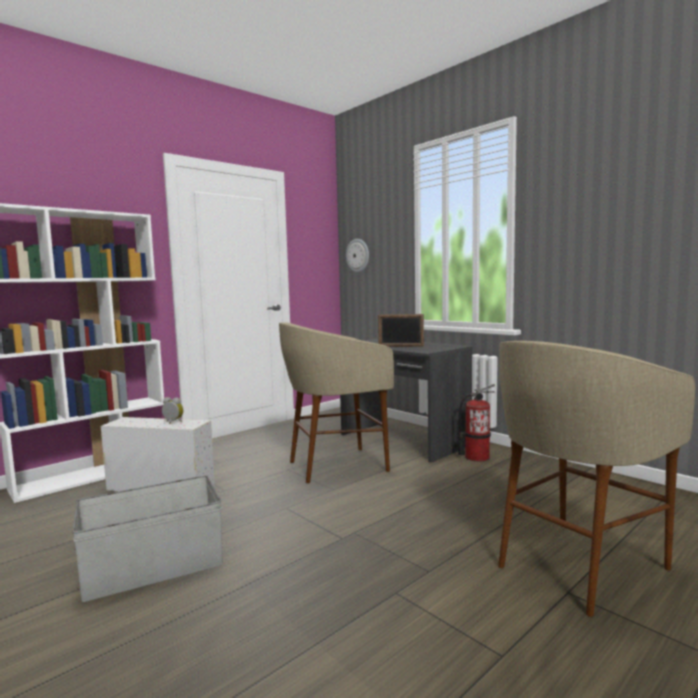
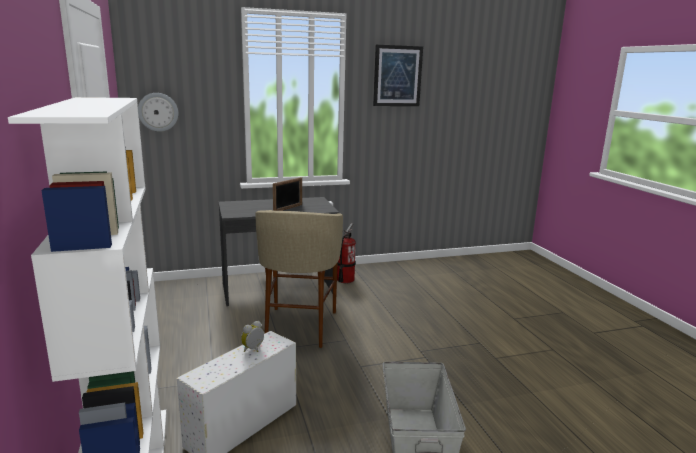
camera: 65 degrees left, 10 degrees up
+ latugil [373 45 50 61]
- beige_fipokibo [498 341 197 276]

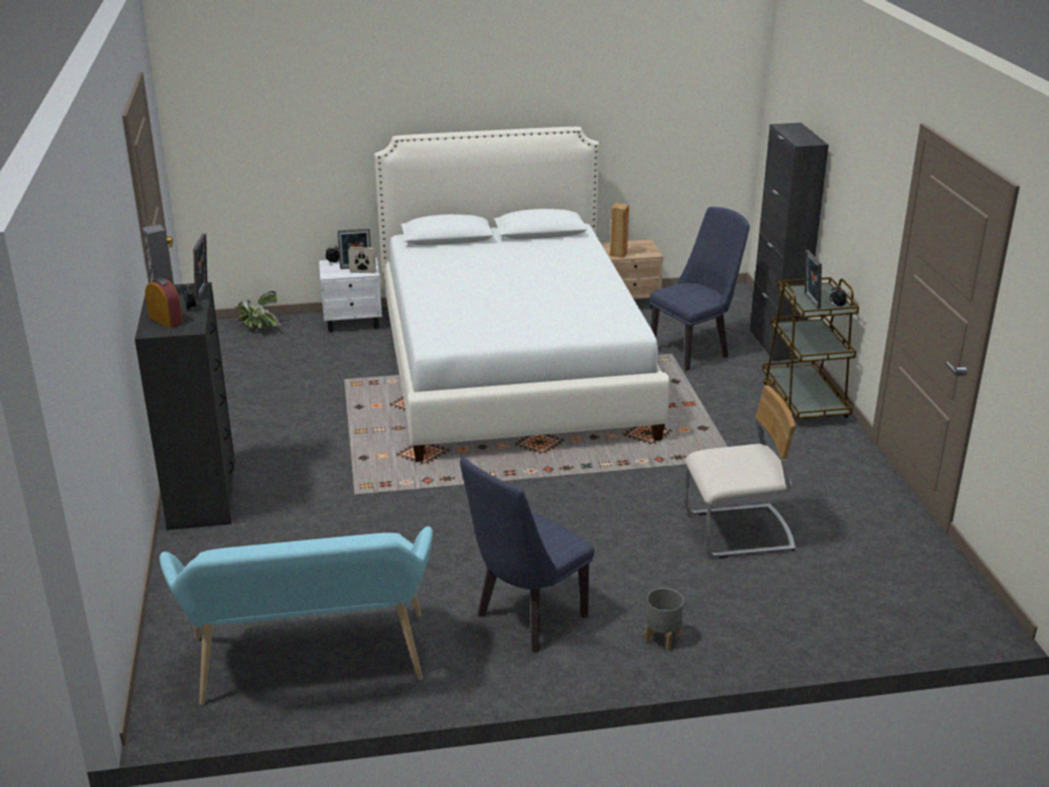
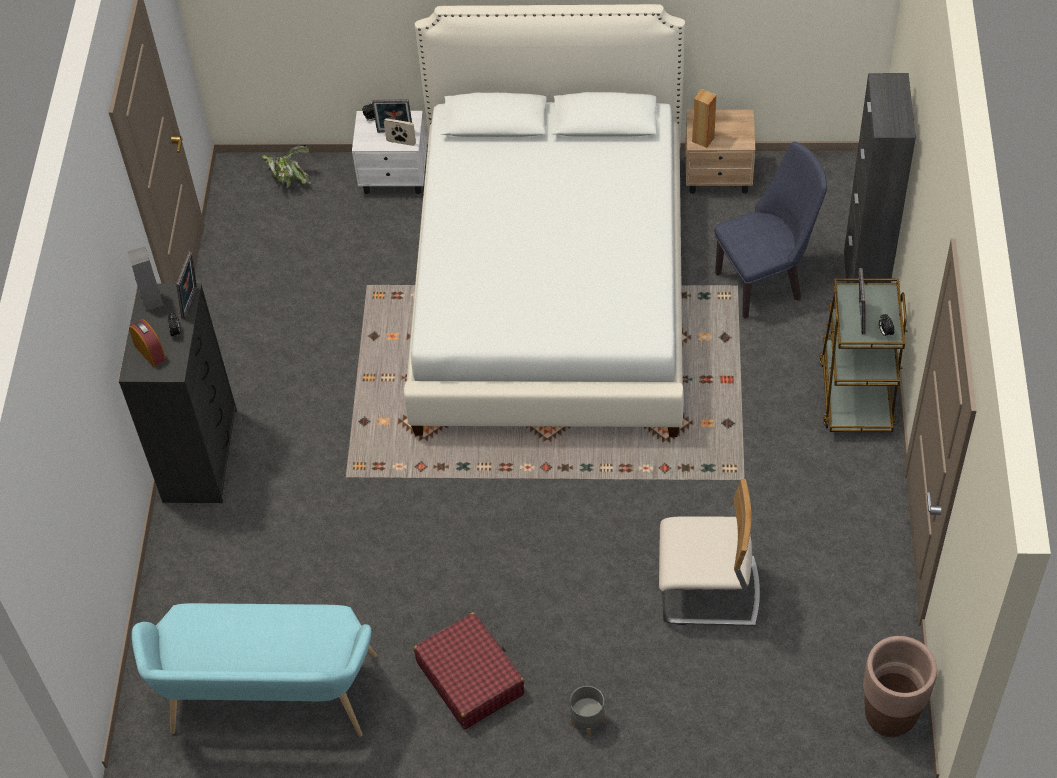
camera: 15 degrees right, 25 degrees up
~ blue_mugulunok [460 457 134 195] to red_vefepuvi [414 612 111 117]
+ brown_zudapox [863 636 74 101]

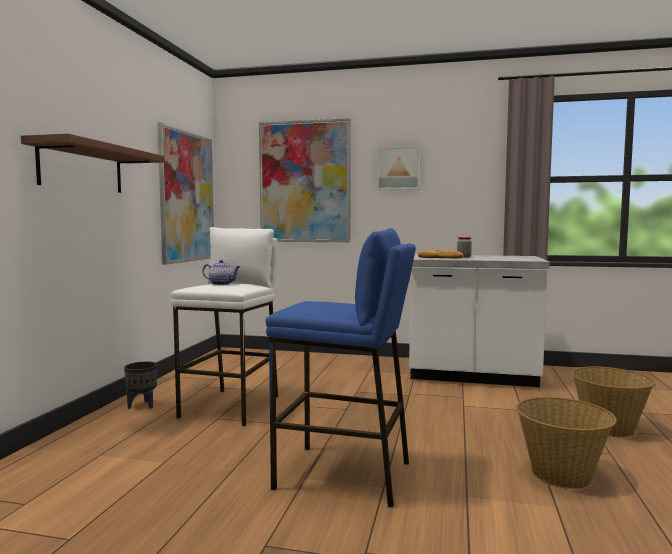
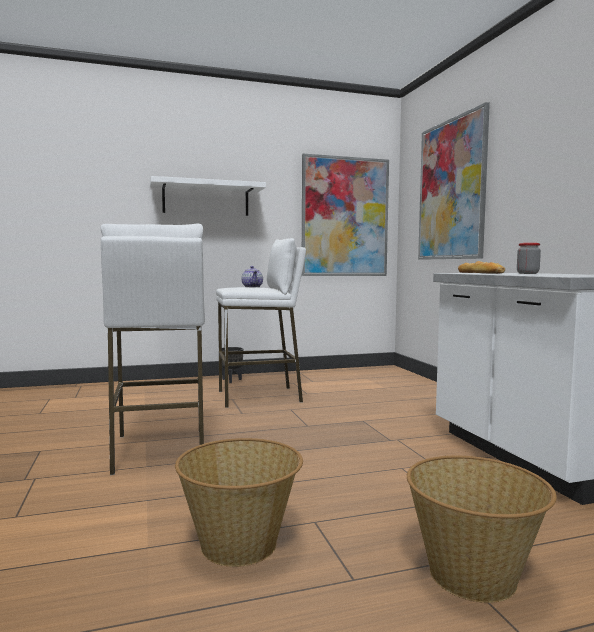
camera: 60 degrees right, 0 degrees up
~ blue_fipokibo [265 228 151 280] to white_fipokibo [100 224 105 251]
~ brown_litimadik [21 133 144 60] to white_litimadik [150 176 116 40]
- latugil [377 146 43 44]

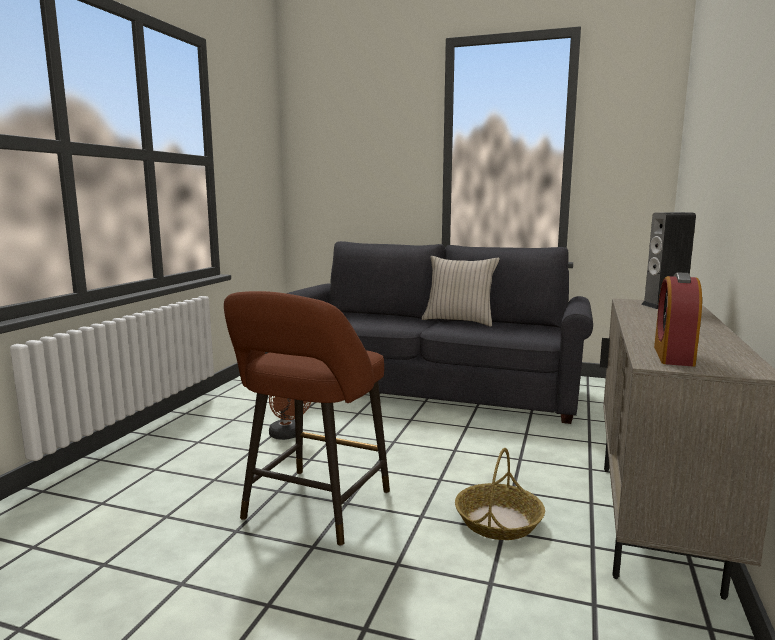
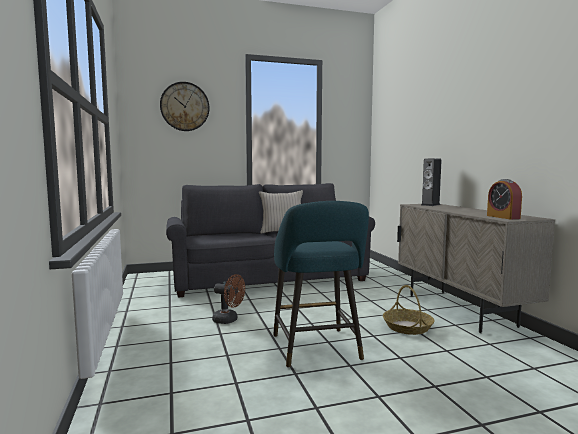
camera: 35 degrees left, 5 degrees down
+ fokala [160 82 50 49]
~ brown_fipokibo [224 291 166 255] to turquoise_fipokibo [273 201 96 167]

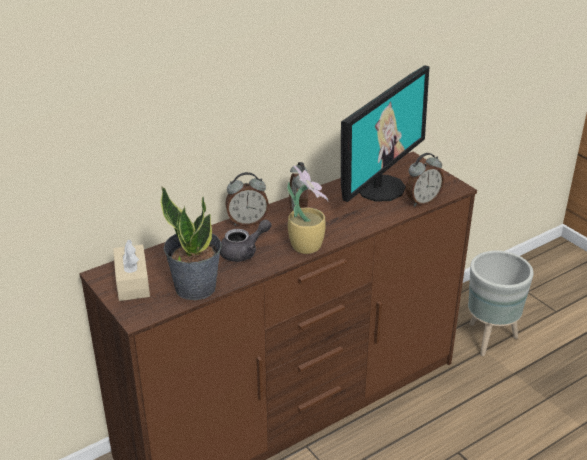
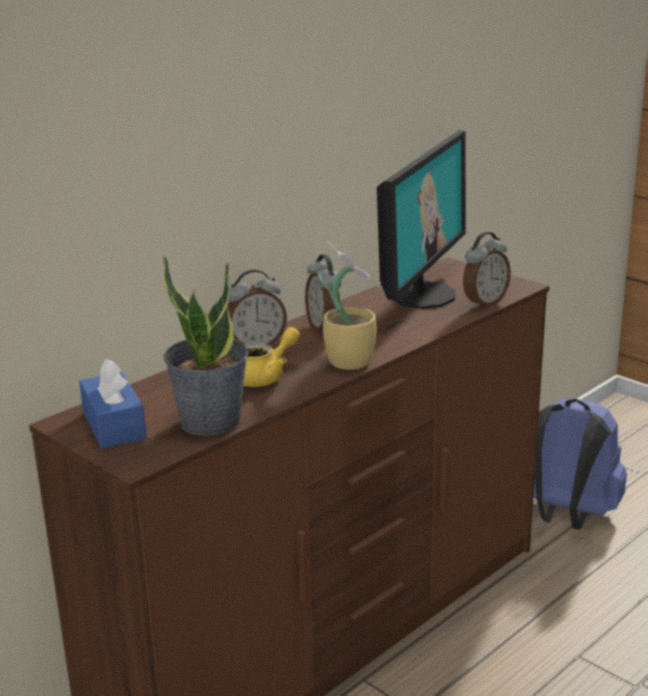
camera: 10 degrees left, 10 degrees down
~ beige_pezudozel [113 240 37 61] to blue_pezudozel [79 359 68 89]
~ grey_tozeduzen [220 219 52 43] to yellow_tozeduzen [244 327 56 60]
~ grey_zudapox [468 251 66 105] to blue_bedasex [534 398 93 131]

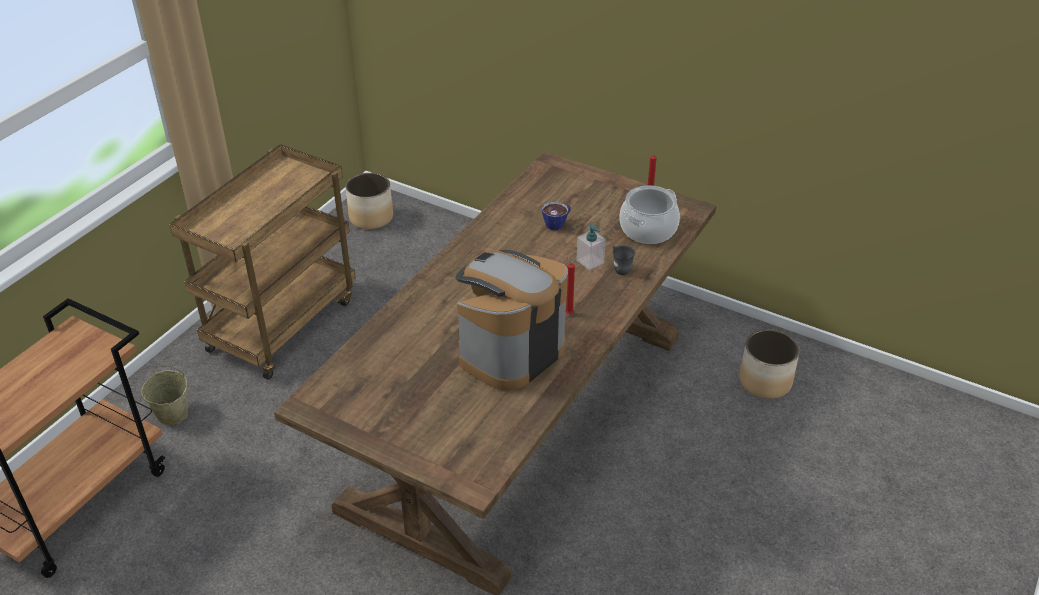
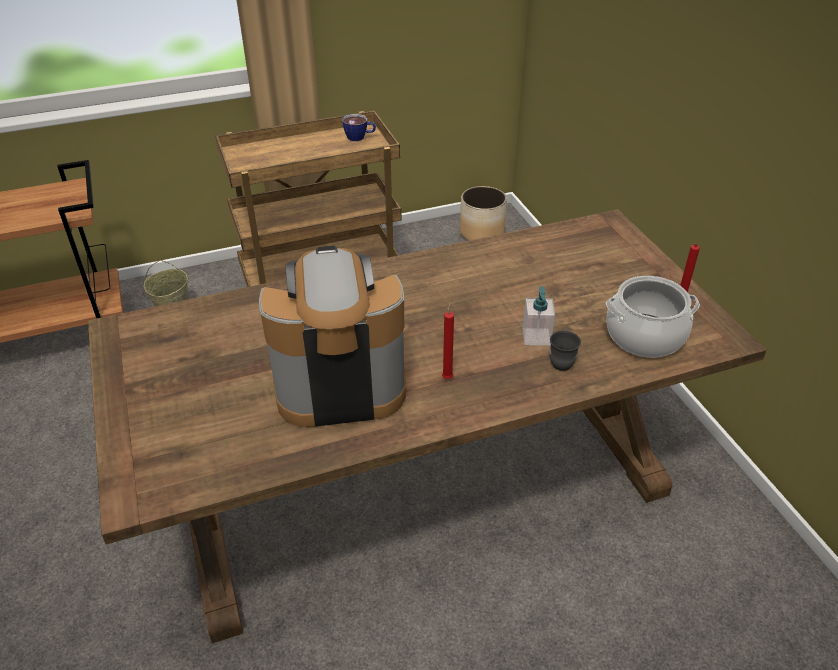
camera: 40 degrees right, 0 degrees up
~ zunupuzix [542 202 29 28] to [342 114 34 27]
- zudapox [739 329 61 70]

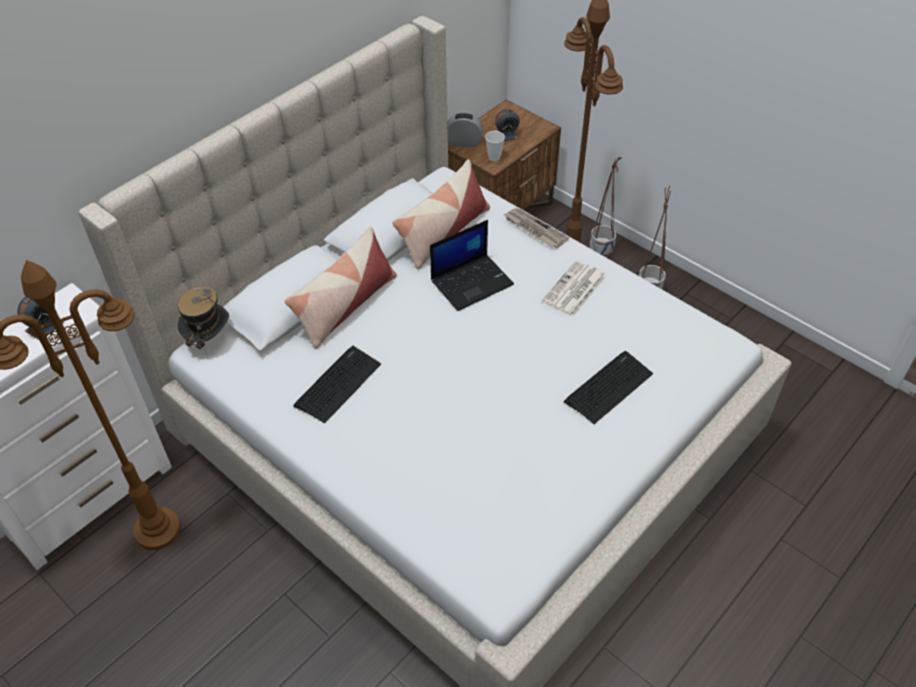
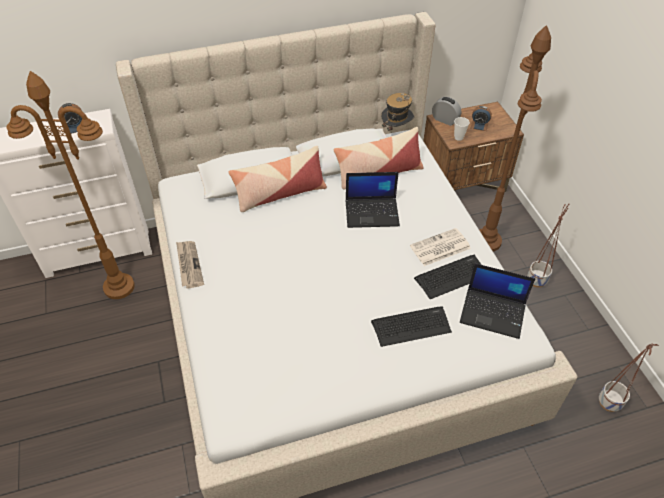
camera: 30 degrees right, 0 degrees up
~ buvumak [504 208 65 40] to [176 241 28 48]
~ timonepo [178 286 51 74] to [381 93 33 39]
~ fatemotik [293 346 88 77] to [414 255 68 44]
+ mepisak [460 263 75 76]
~ zudapox [590 157 32 100] to [599 343 60 69]

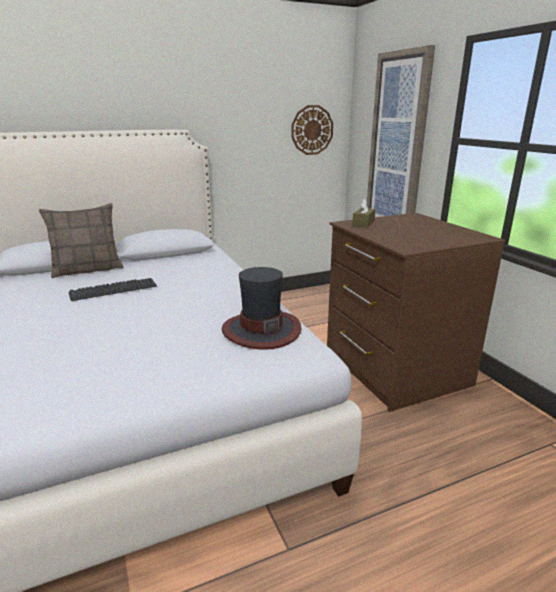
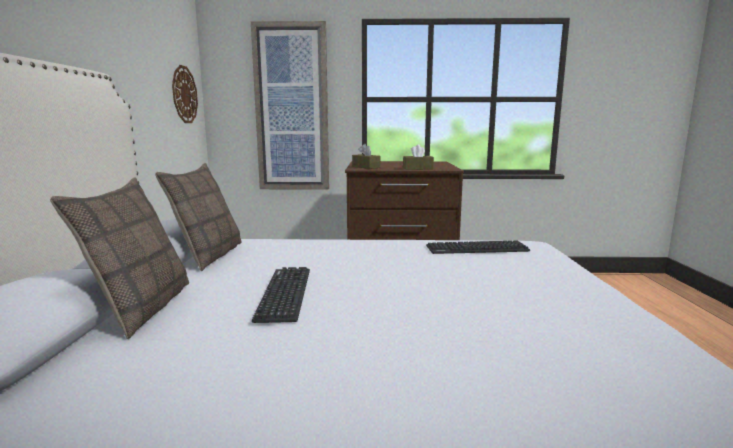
camera: 65 degrees left, 10 degrees down
+ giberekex [155 163 87 108]
+ brown_pezudozel [403 144 31 26]
~ timonepo [222 267 79 83] to fatemotik [426 241 104 13]

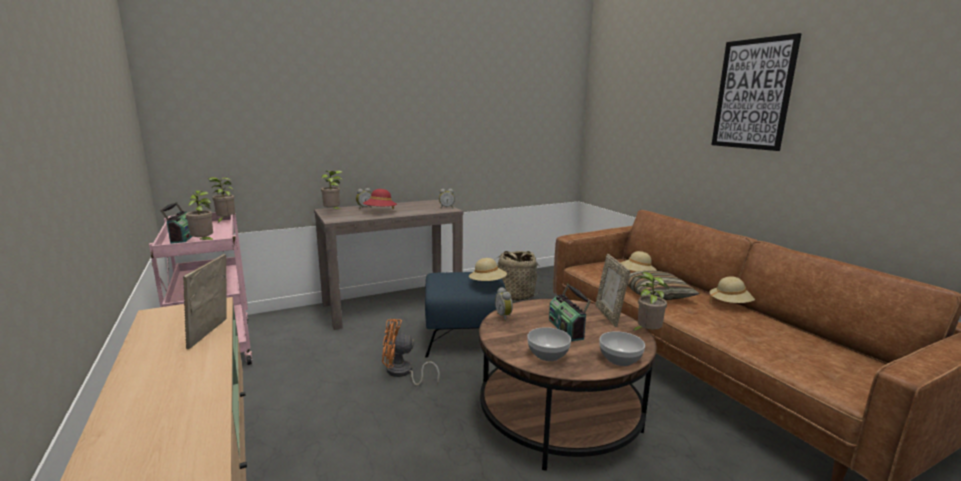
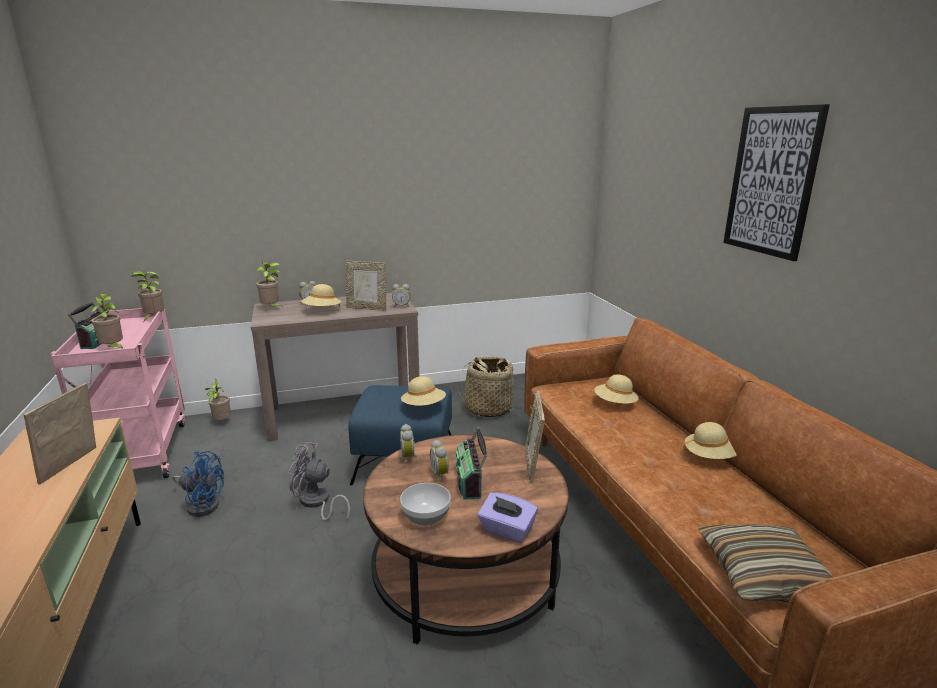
camera: 10 degrees right, 5 degrees up
+ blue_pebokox [172 451 52 66]
~ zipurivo [633 272 36 59] to [205 378 26 43]
~ orange_pebokox [382 319 58 67] to grey_pebokox [288 442 62 79]
~ red_timonepo [363 189 34 20] to beige_timonepo [301 284 40 23]
+ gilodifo [346 261 40 50]
+ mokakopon [430 440 19 42]
~ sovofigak [600 331 45 35] to purple_pezudozel [478 492 60 51]
~ giberekex [627 270 73 30] to [699 524 134 78]

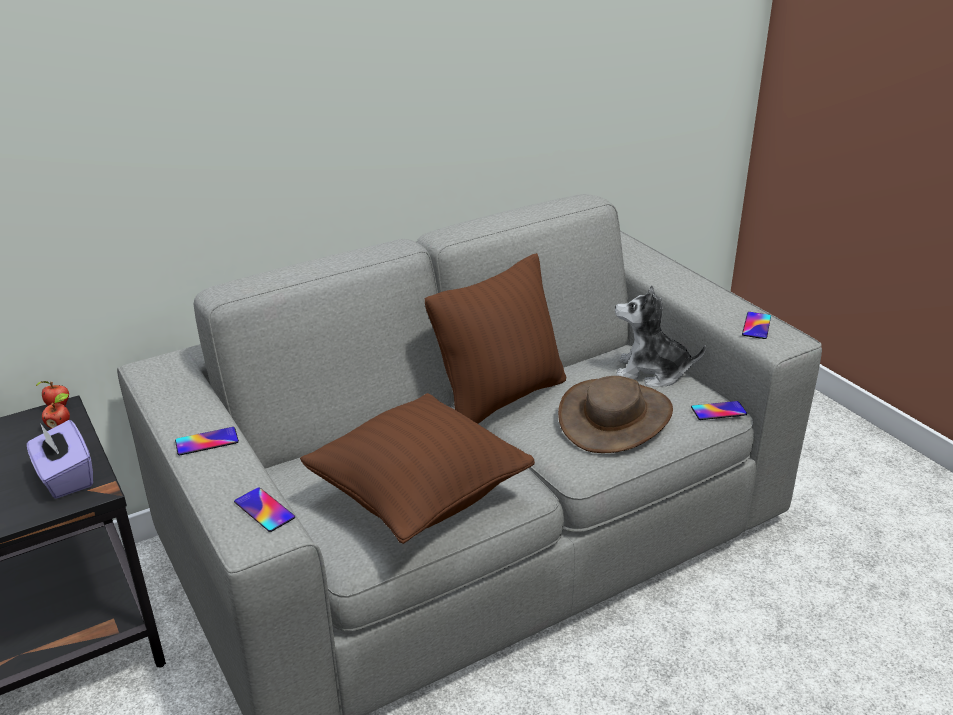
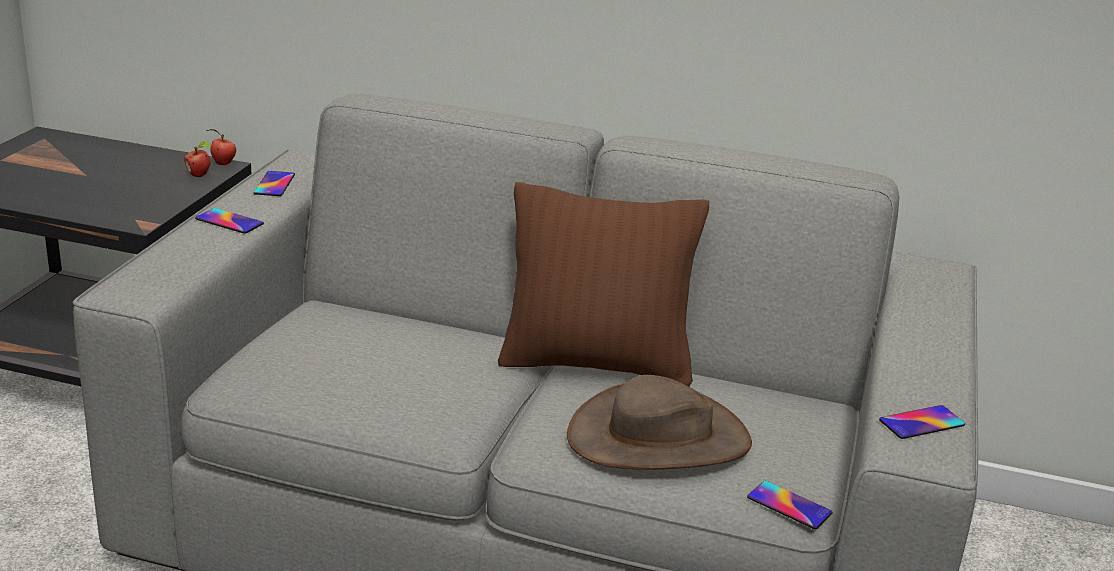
camera: 45 degrees right, 5 degrees down
~ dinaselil [234 487 61 45] to [253 171 42 25]
- purple_pezudozel [27 420 66 79]
- brown_giberekex [300 393 235 151]
- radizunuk [615 285 91 102]

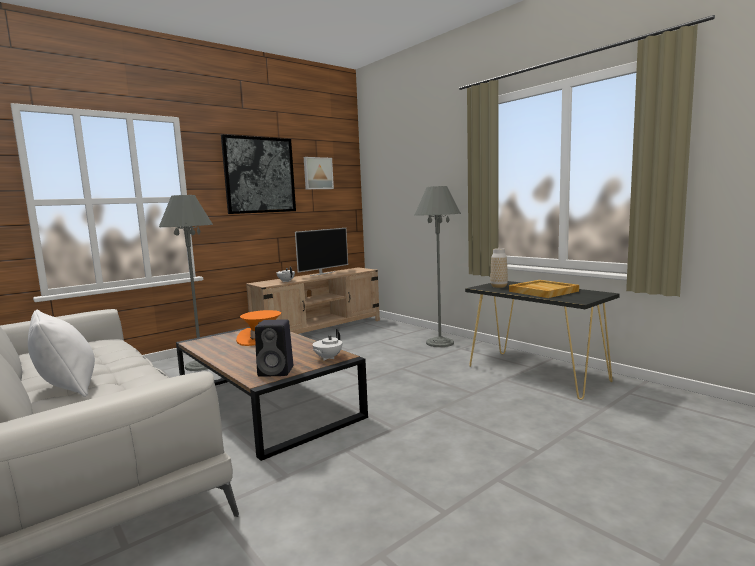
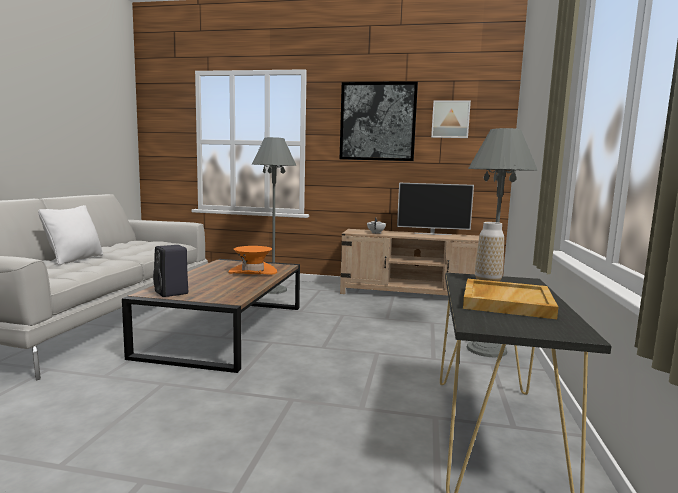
camera: 50 degrees right, 0 degrees up
- white_tozeduzen [313 329 29 32]

